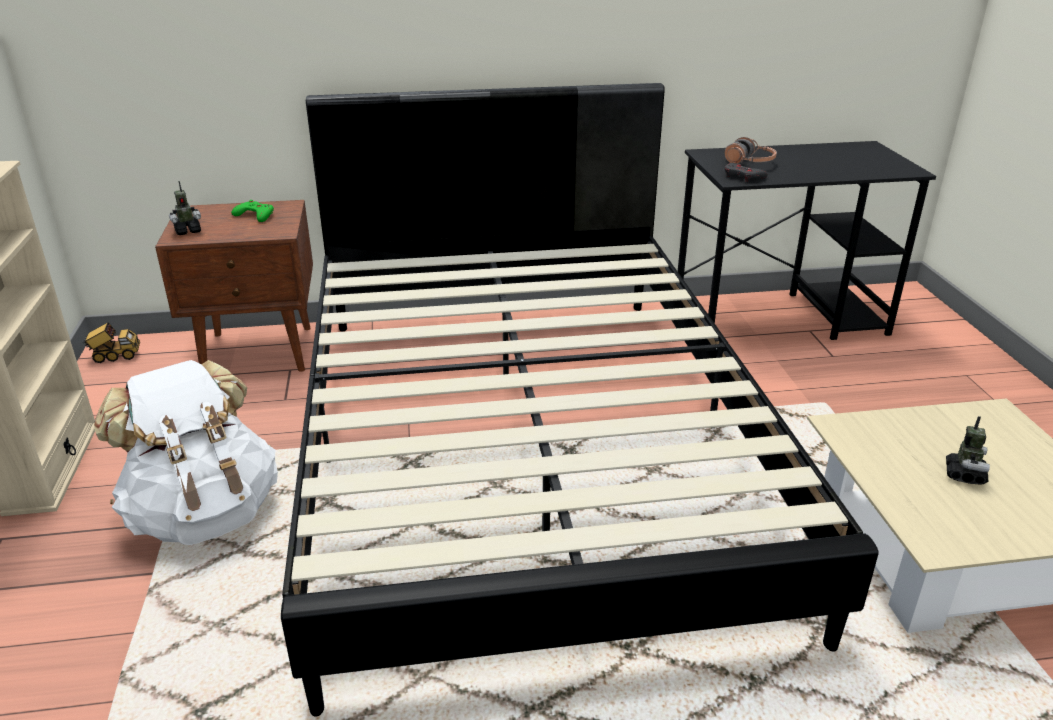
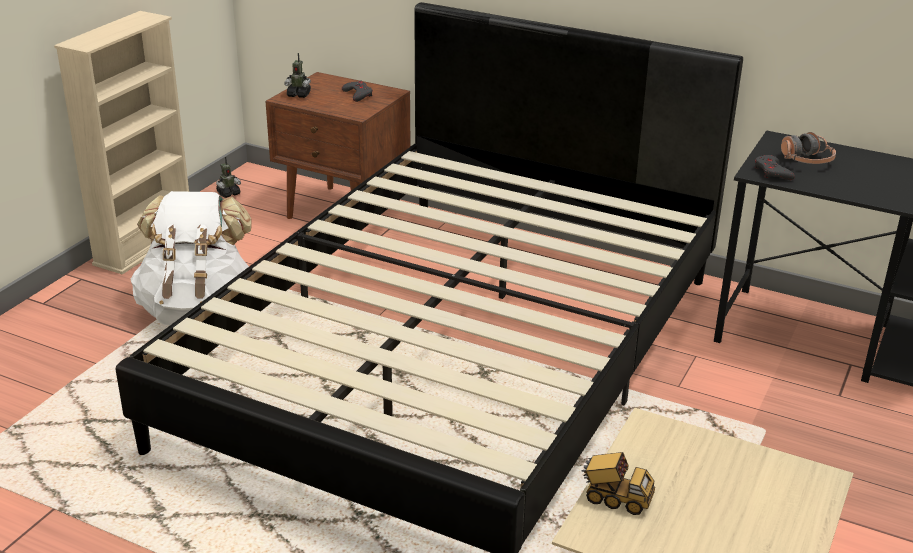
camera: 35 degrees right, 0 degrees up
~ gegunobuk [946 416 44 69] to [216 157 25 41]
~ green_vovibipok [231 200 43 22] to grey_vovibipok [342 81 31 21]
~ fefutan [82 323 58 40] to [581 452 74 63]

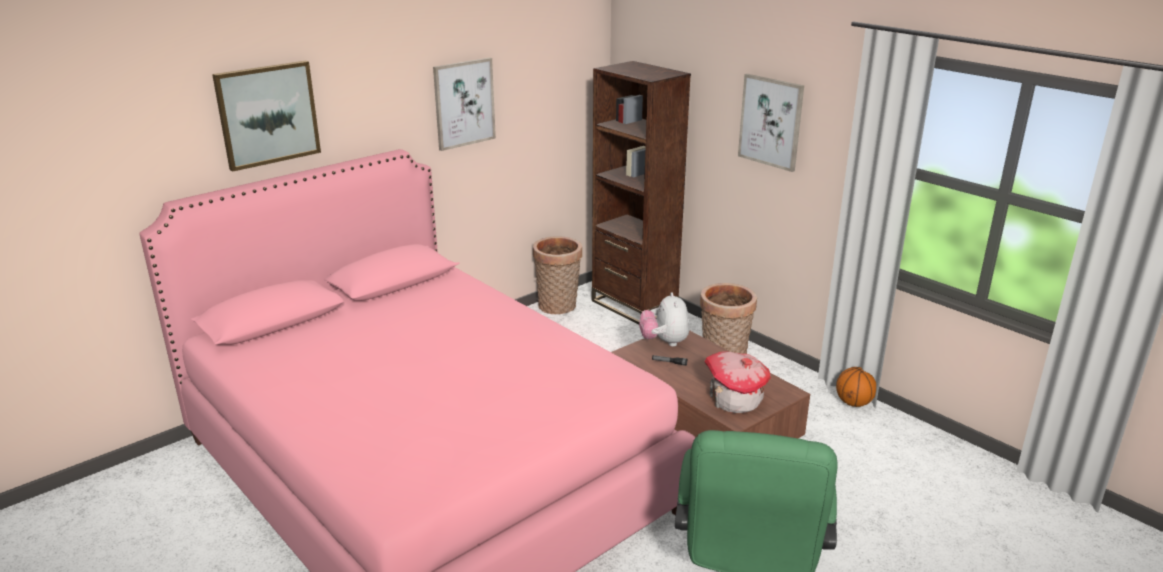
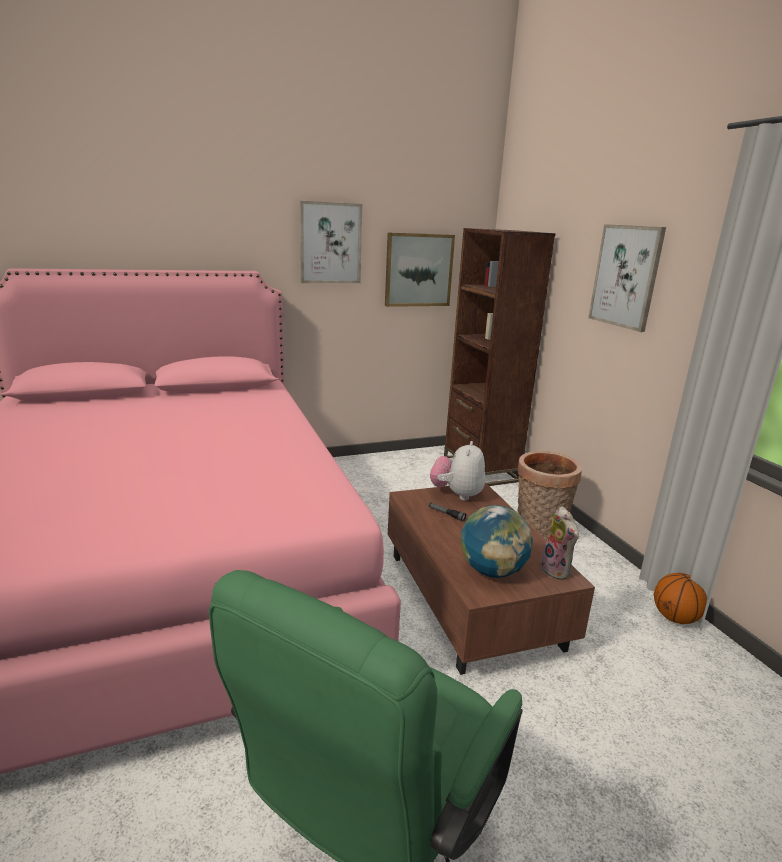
camera: 20 degrees right, 5 degrees down
~ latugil [212 61 109 111] to [385 233 70 74]
~ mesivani [704 351 67 62] to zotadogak [460 505 73 73]
+ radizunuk [540 506 39 74]
- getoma [533 236 49 78]

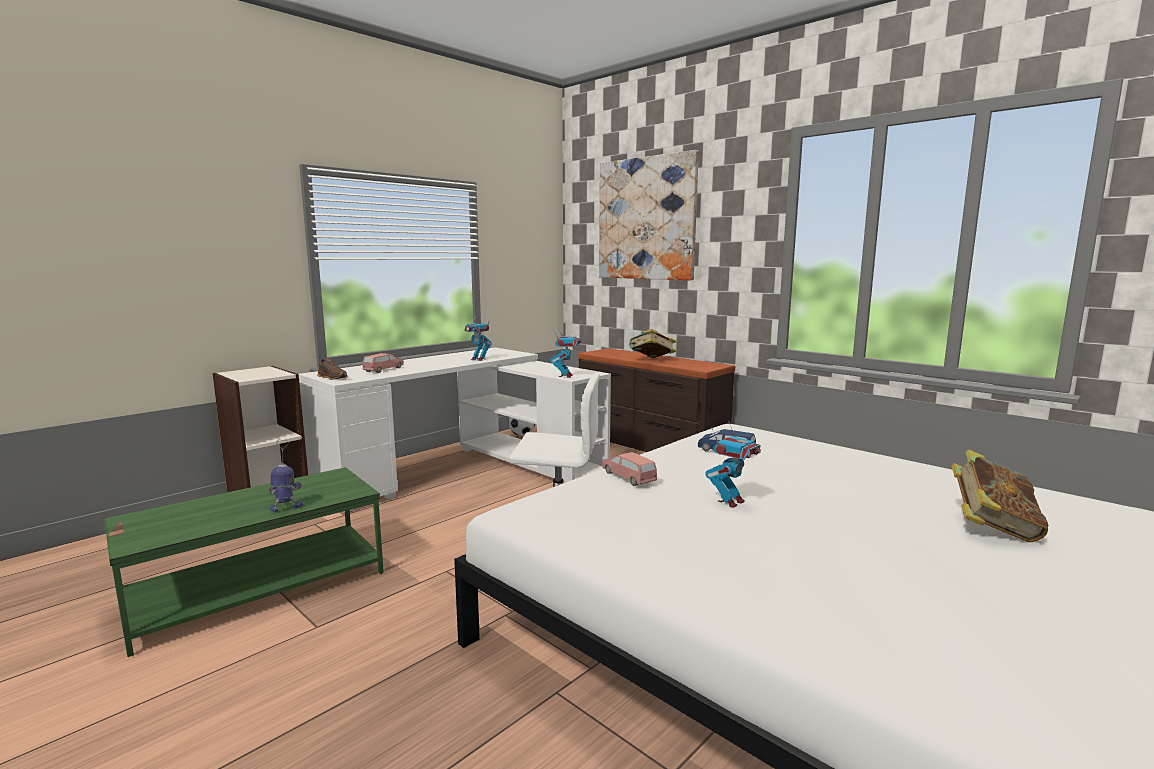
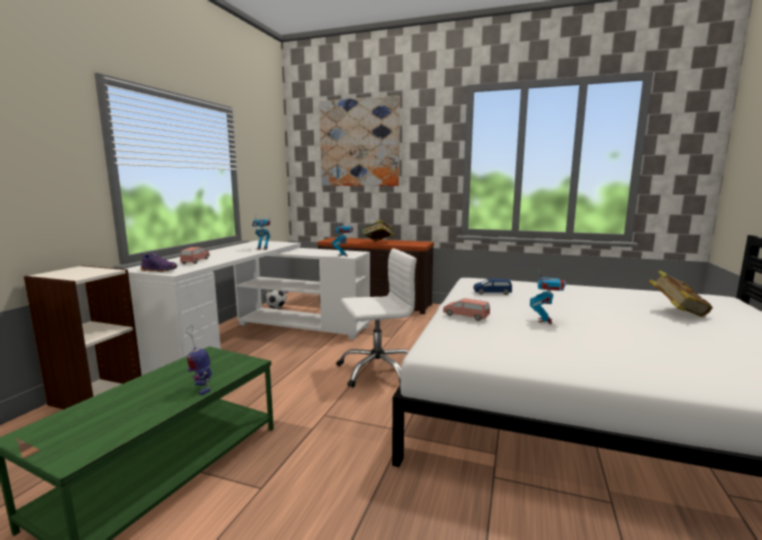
camera: 25 degrees left, 0 degrees up
~ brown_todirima [317 357 30 23] to purple_todirima [140 252 37 20]
~ gegunobuk [269 439 34 73] = [186 325 26 70] 75 degrees counterclockwise

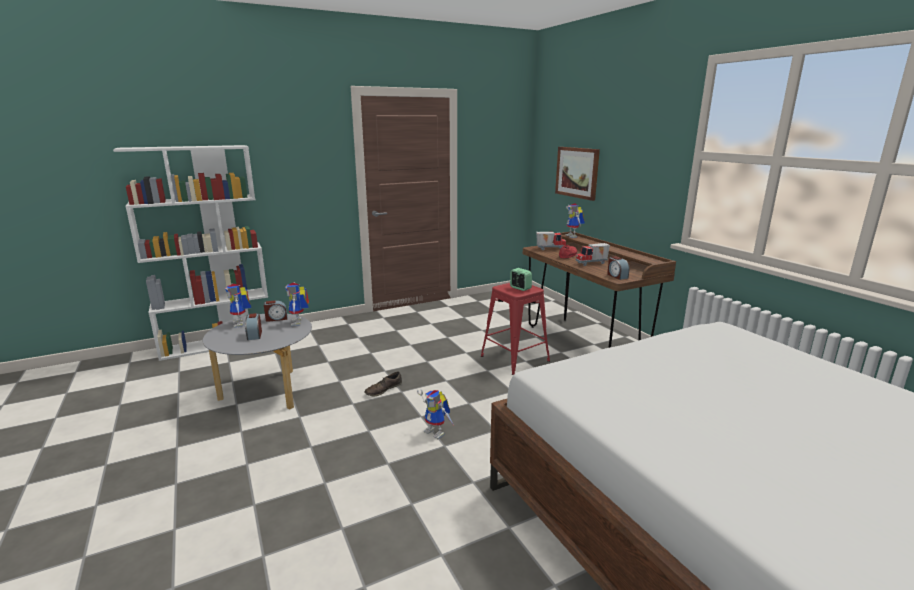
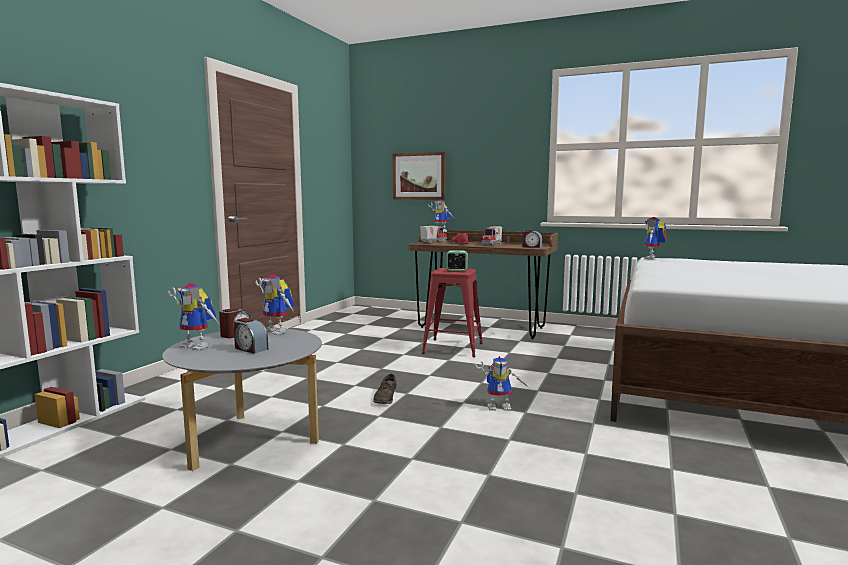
camera: 40 degrees left, 10 degrees down
+ gegunobuk [644 217 23 42]

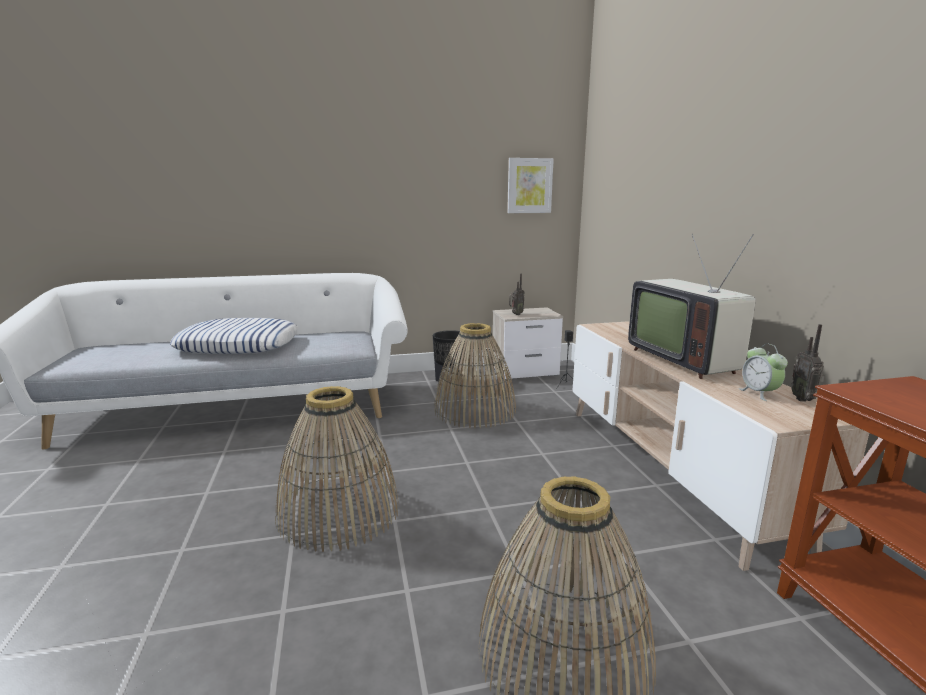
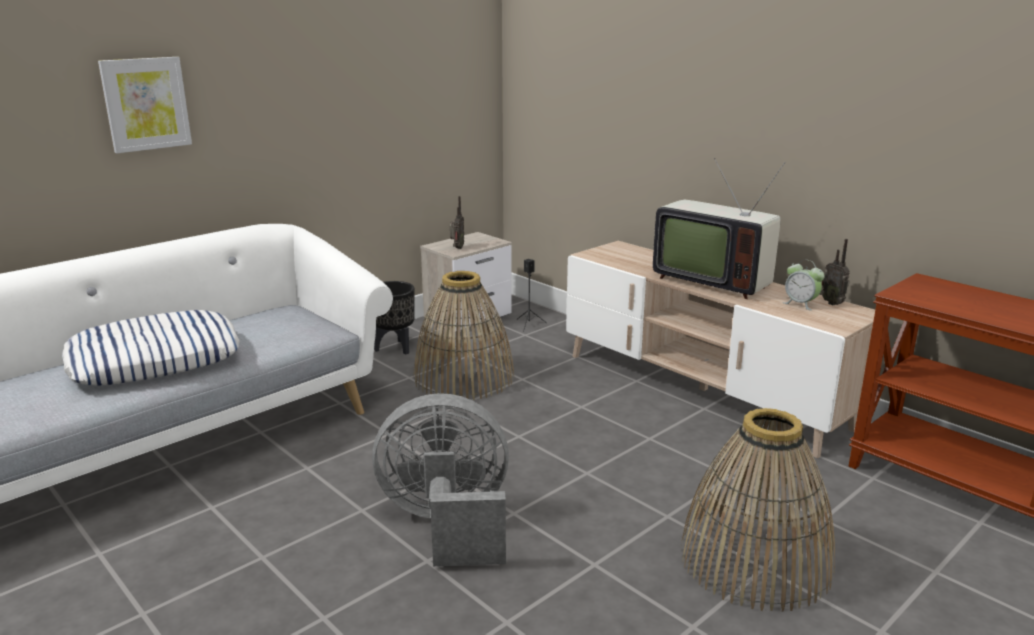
camera: 30 degrees left, 5 degrees up
~ latugil [507 158 47 55] to [98 57 94 96]
~ getoma [275 386 124 166] to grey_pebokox [372 393 137 173]

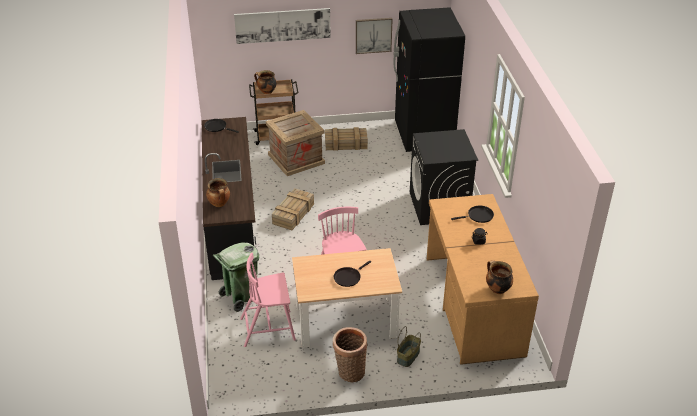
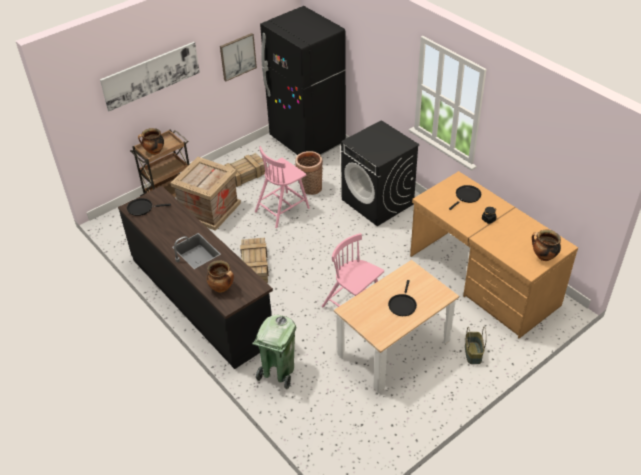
camera: 30 degrees left, 5 degrees up
~ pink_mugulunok [240 253 56 94] to [255 146 55 82]
~ getoma [333 327 34 56] to [295 151 28 44]

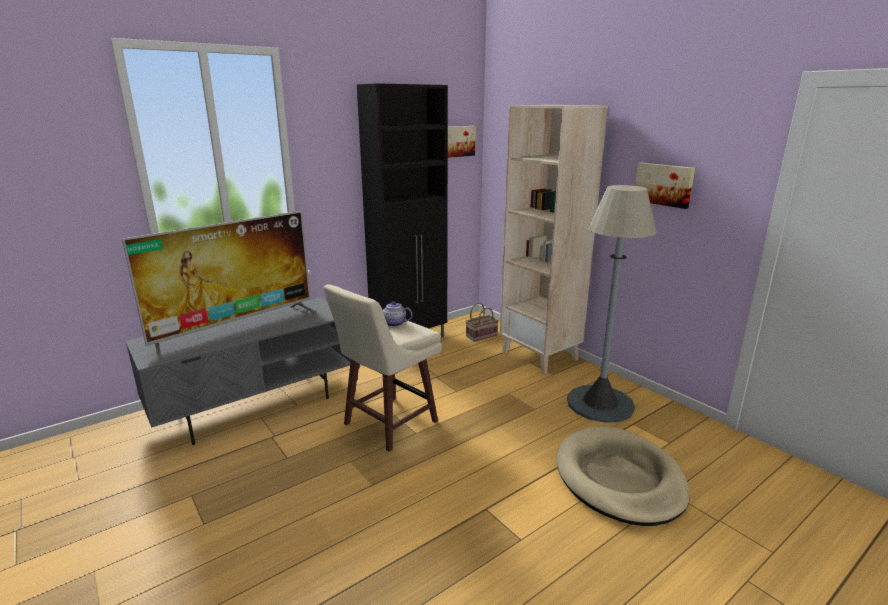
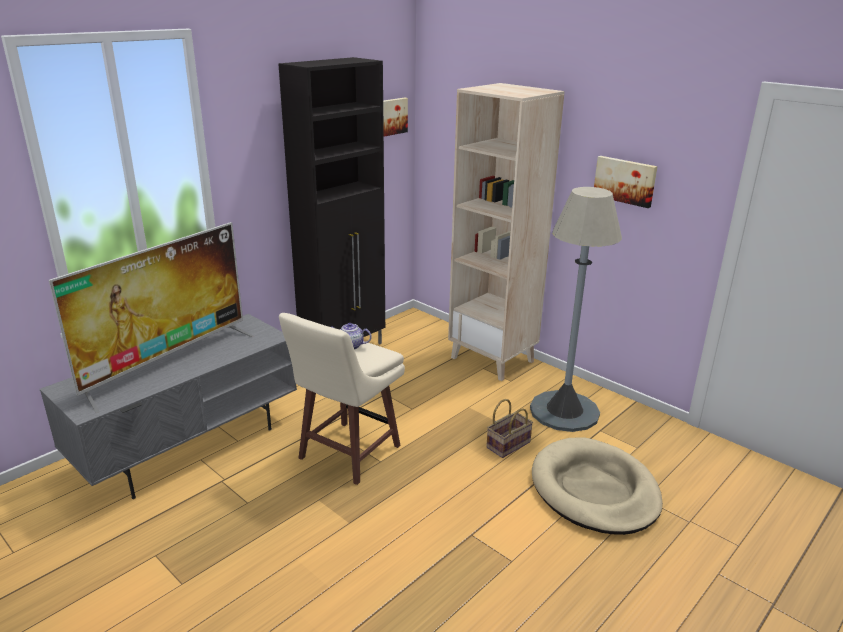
camera: 10 degrees left, 5 degrees up
~ getoma [466 303 32 39] to [486 399 47 59]

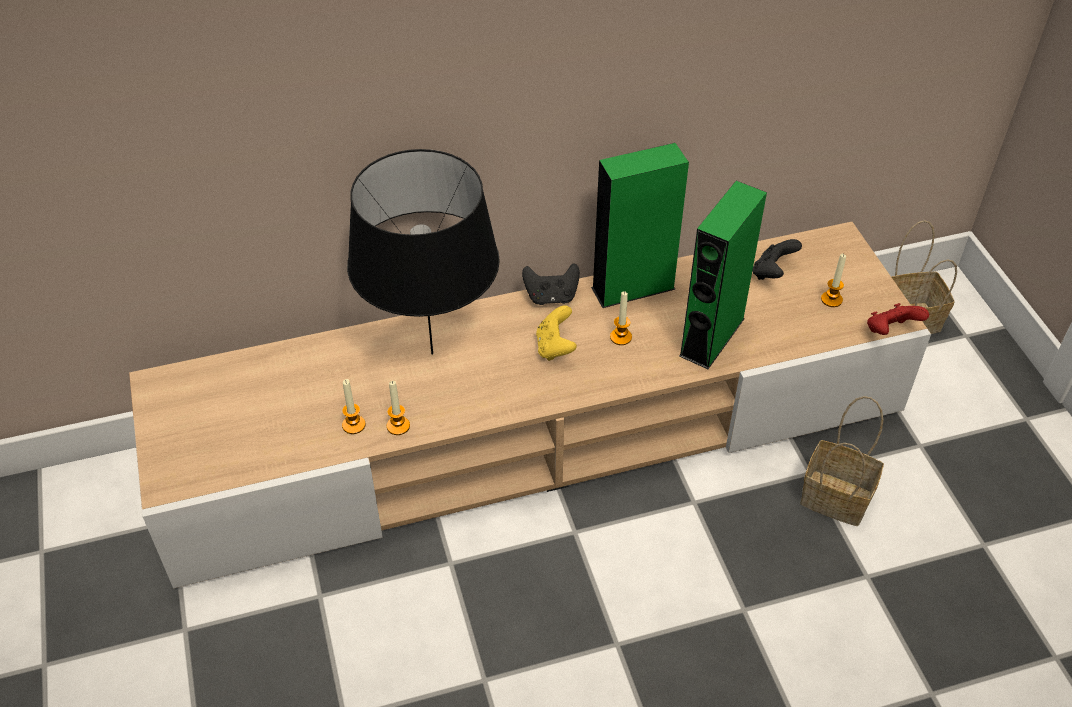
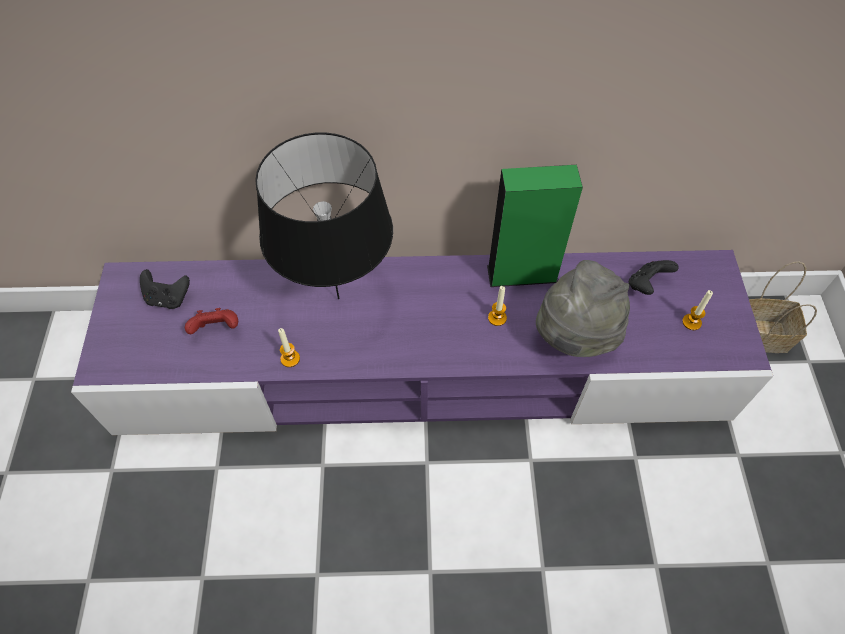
camera: 15 degrees right, 10 degrees up
~ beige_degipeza [129 222 802 367] to purple_degipeza [71 250 702 185]
~ black_vovibipok [522 263 58 42] to [140 269 50 40]
~ red_vovibipok [867 303 62 32] to [185 308 53 26]
~ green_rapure [679 181 88 188] to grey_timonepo [536 260 94 97]
- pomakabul [342 379 24 55]
- yellow_vovibipok [536 305 41 56]
- getoma [800 396 84 130]

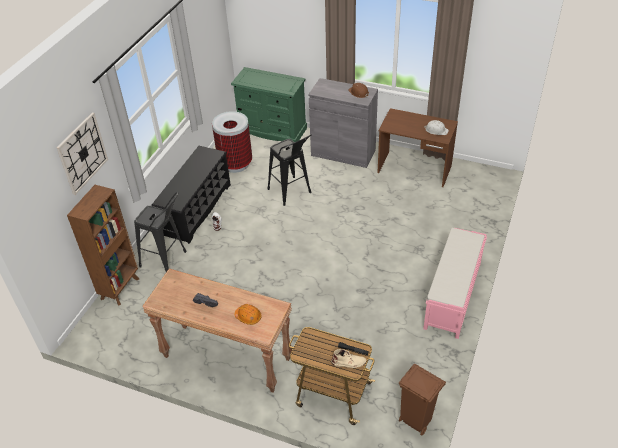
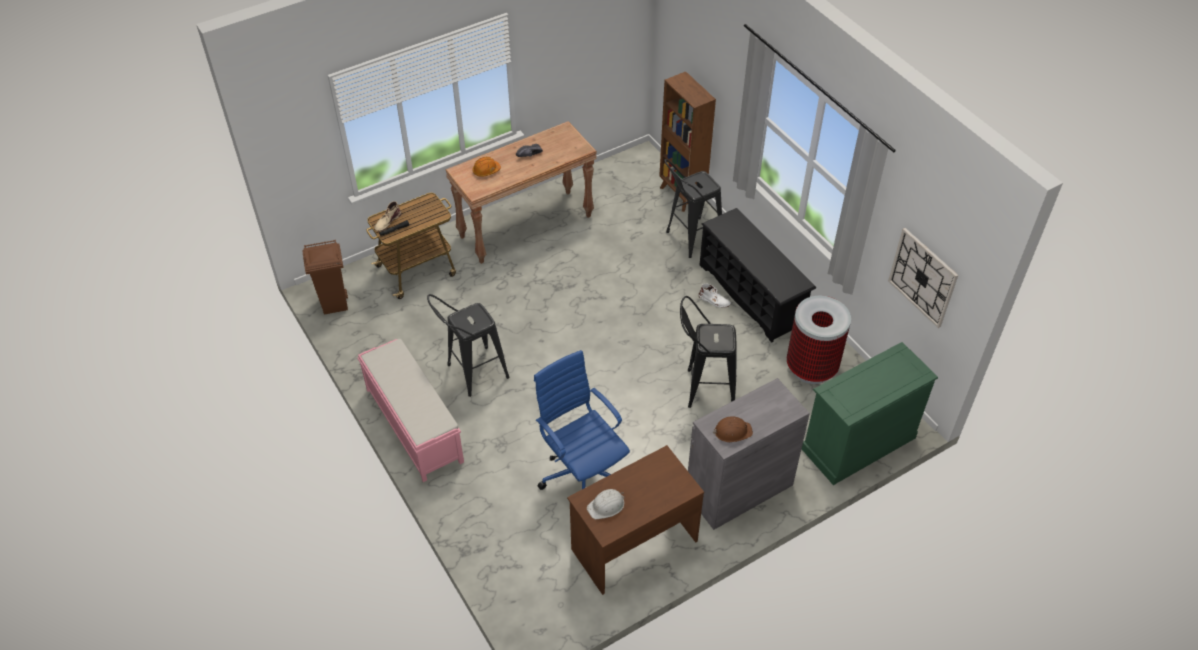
camera: 125 degrees right, 5 degrees up
+ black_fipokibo [427 294 82 103]
+ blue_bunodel [534 350 96 140]
~ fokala [56 113 52 82] to [888 228 70 100]

